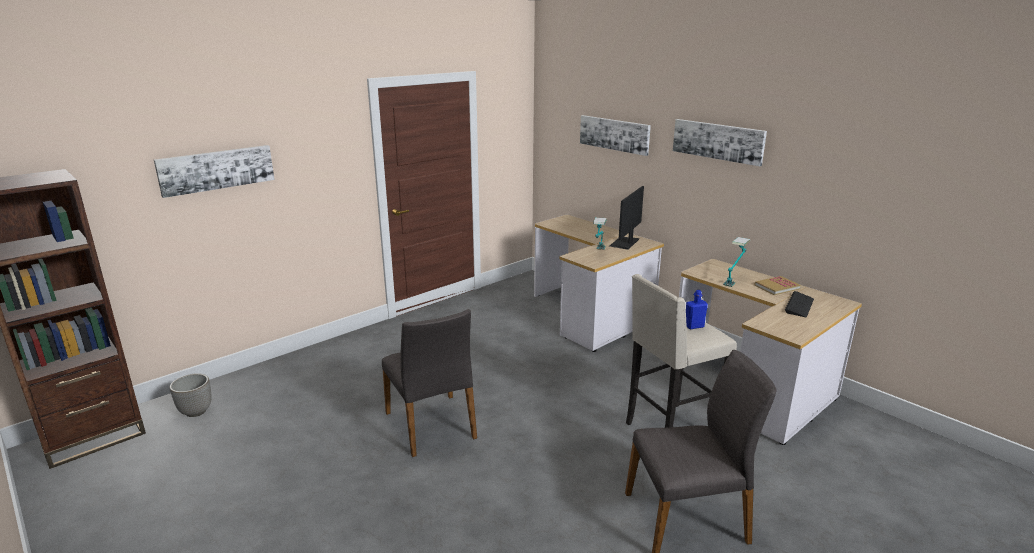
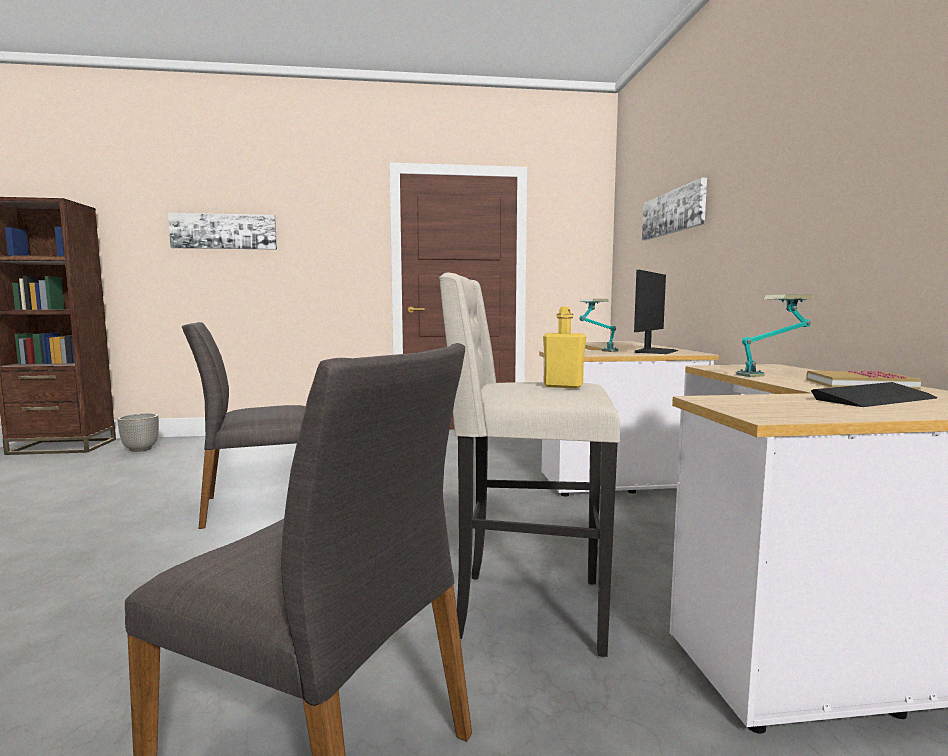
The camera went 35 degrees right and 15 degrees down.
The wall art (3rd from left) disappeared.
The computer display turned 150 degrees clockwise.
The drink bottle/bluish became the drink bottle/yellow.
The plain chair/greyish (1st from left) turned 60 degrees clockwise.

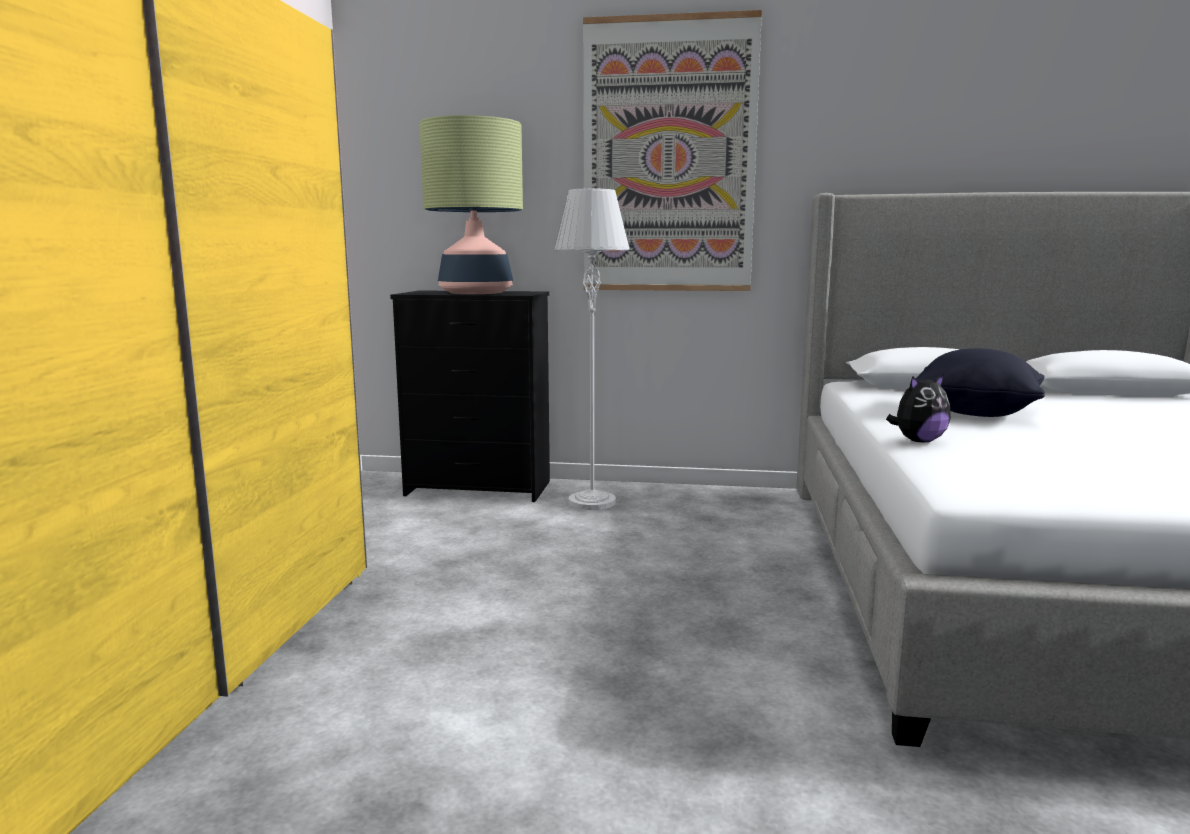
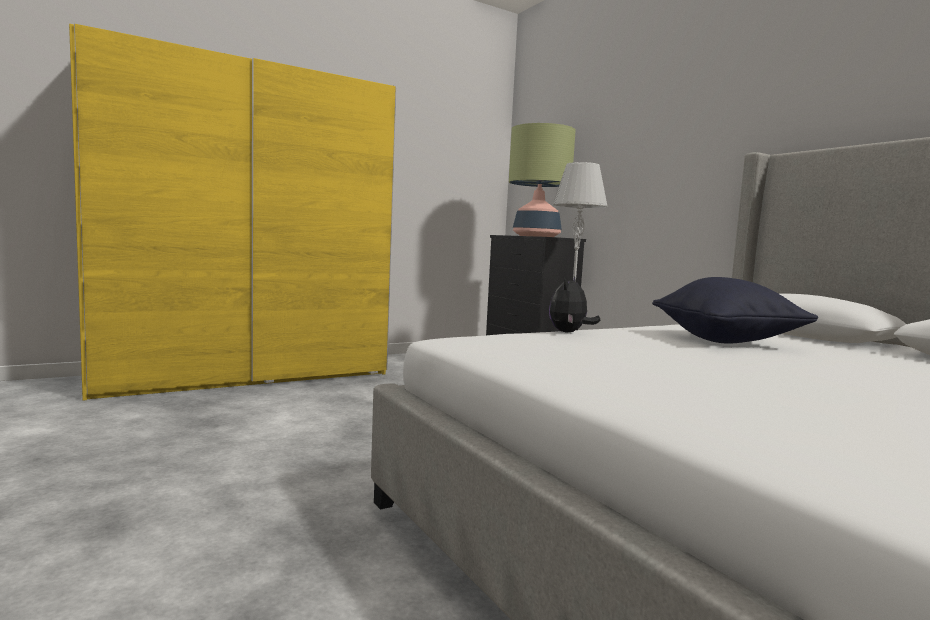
The camera went 50 degrees right and 5 degrees down.
The wall art disappeared.
The soft toy turned 90 degrees clockwise.

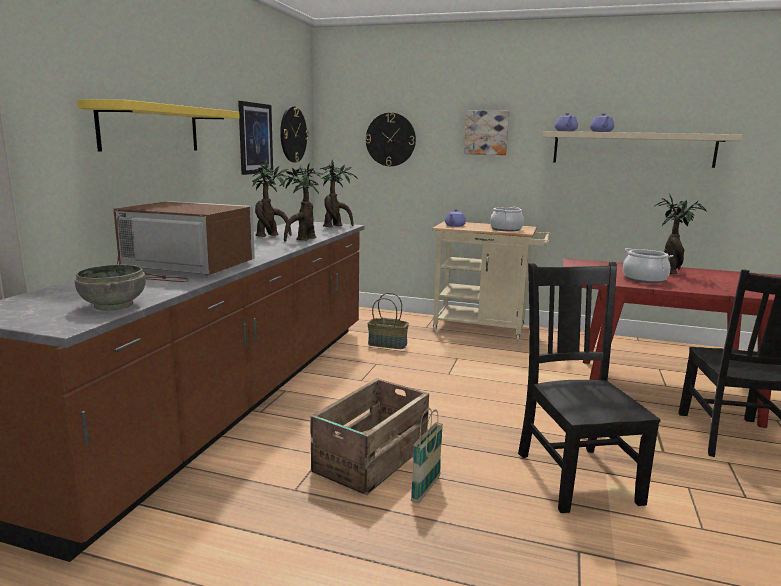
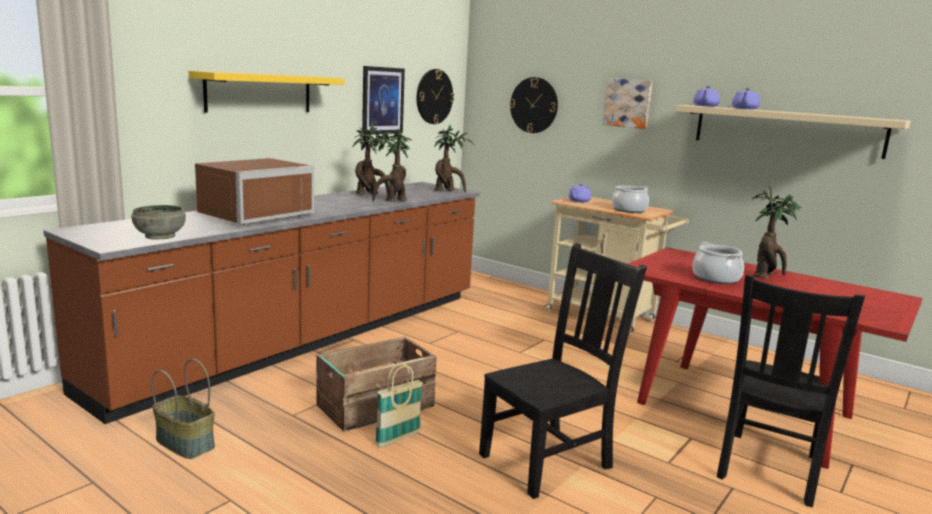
The camera went 20 degrees right and 0 degrees up.
The kitchen microwave/brownish turned 90 degrees clockwise.
The plain chair/black (1st from left) turned 45 degrees clockwise.
The household basket (1st from left) moved.

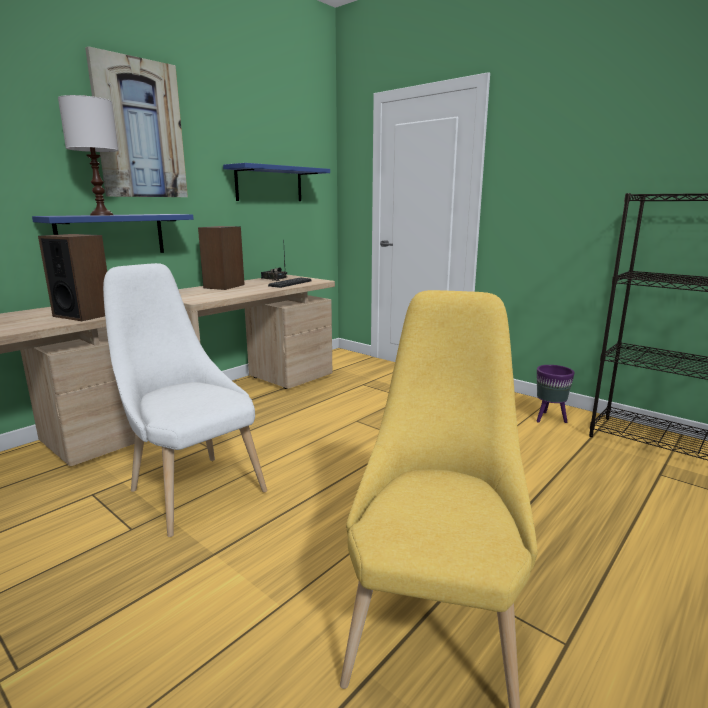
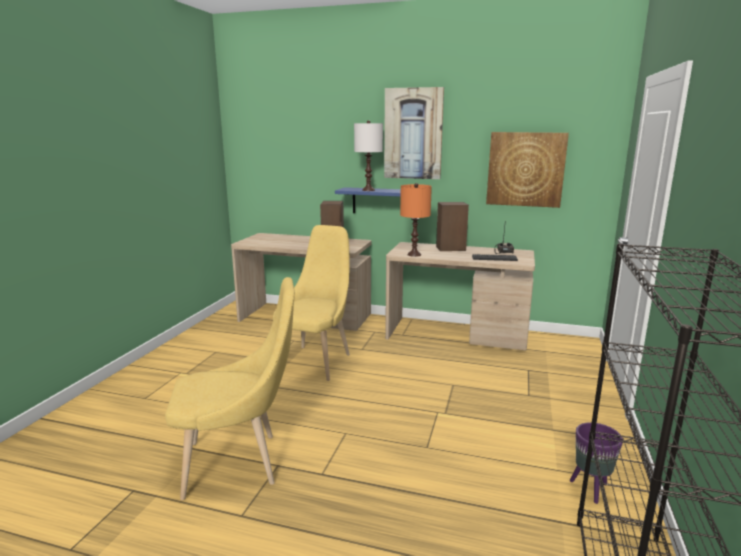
The camera went 65 degrees right and 0 degrees up.
The wall shelf/bluish (2nd from left) was replaced by the wall art (2nd from left).
The plain chair/white-coloured became the plain chair/yellow (2nd from left).
The tabletop lamp/orangey appeared.

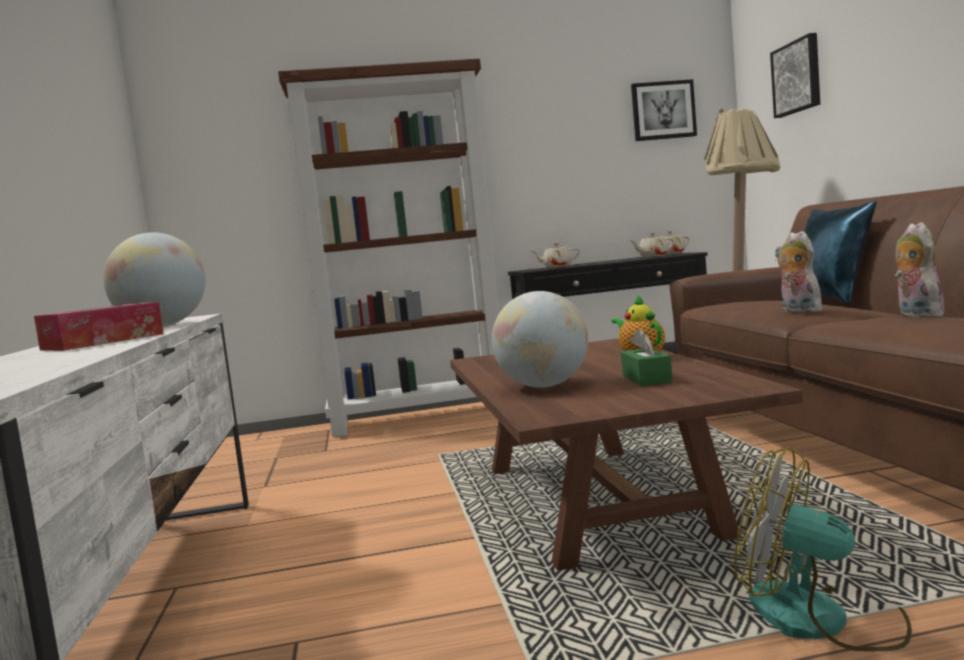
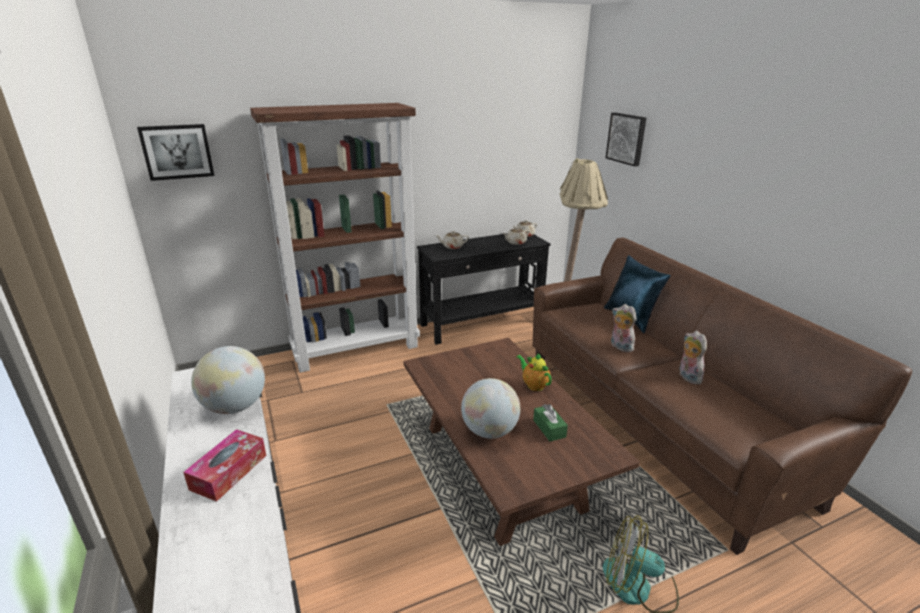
The camera went 15 degrees left and 20 degrees up.
The wall art (1st from left) moved.

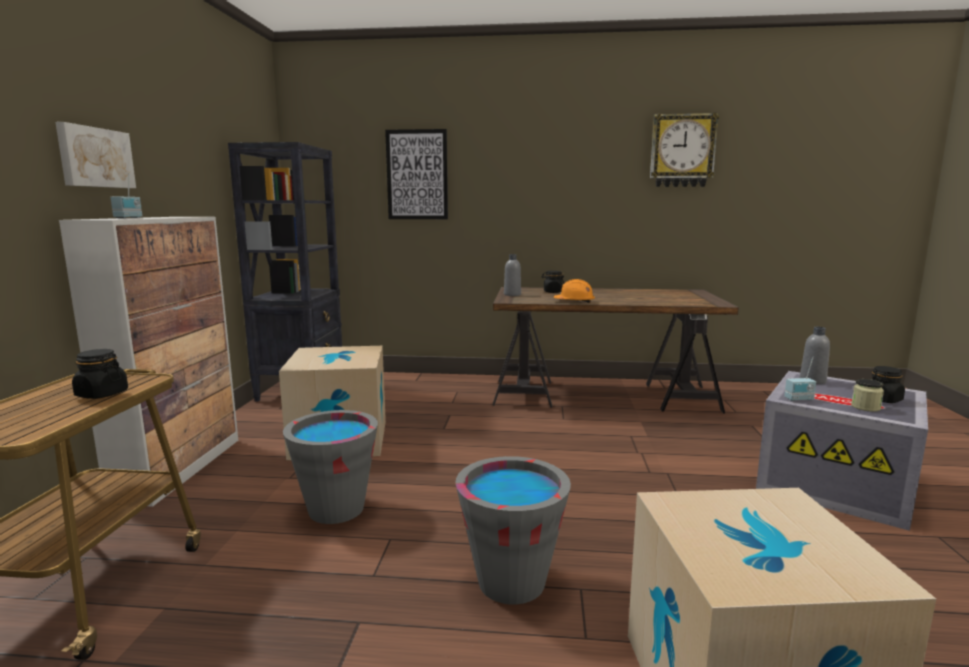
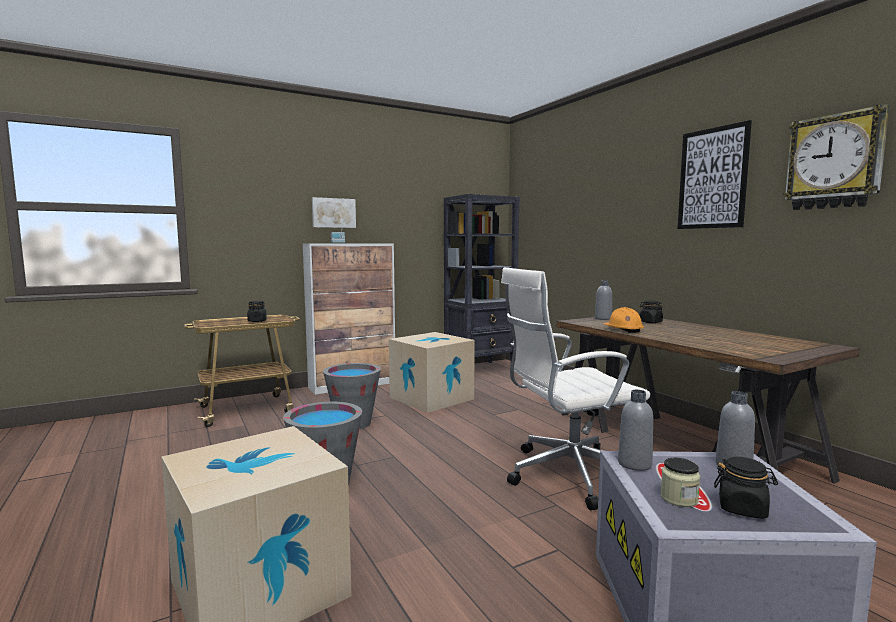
The camera went 55 degrees right and 5 degrees down.
The wall art (2nd from left) moved.
The radio set (2nd from left) was replaced by the drink bottle/greyish (2nd from left).
The office chair/white-coloured appeared.

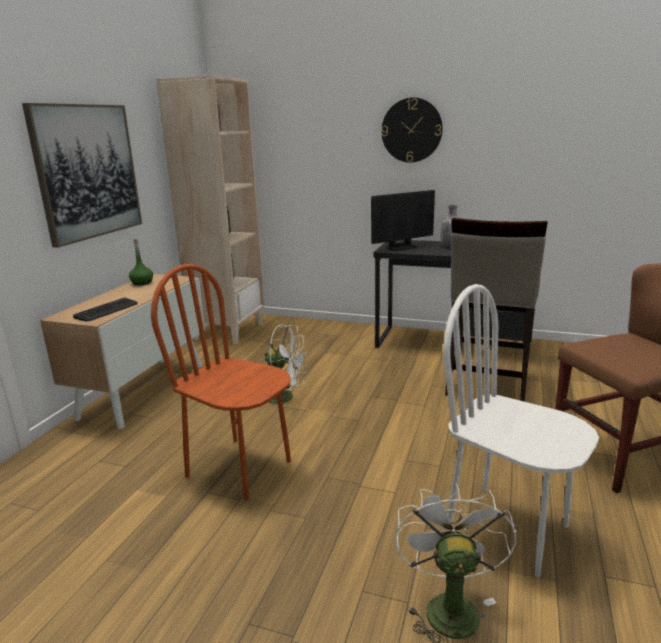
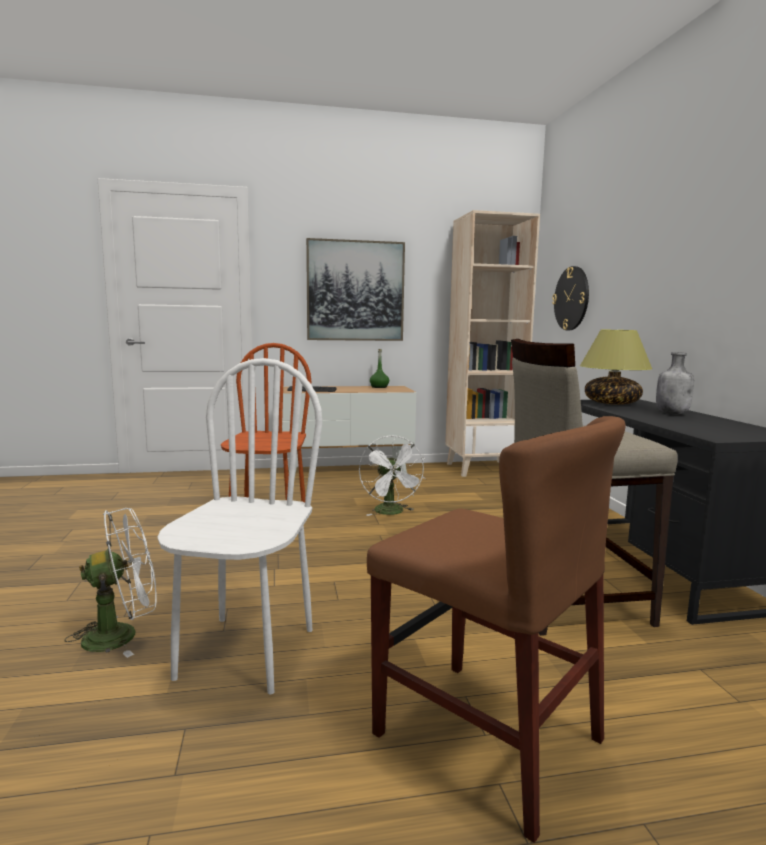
The camera went 60 degrees right and 10 degrees down.
The clock on the wall moved.
The computer display was replaced by the tabletop lamp.

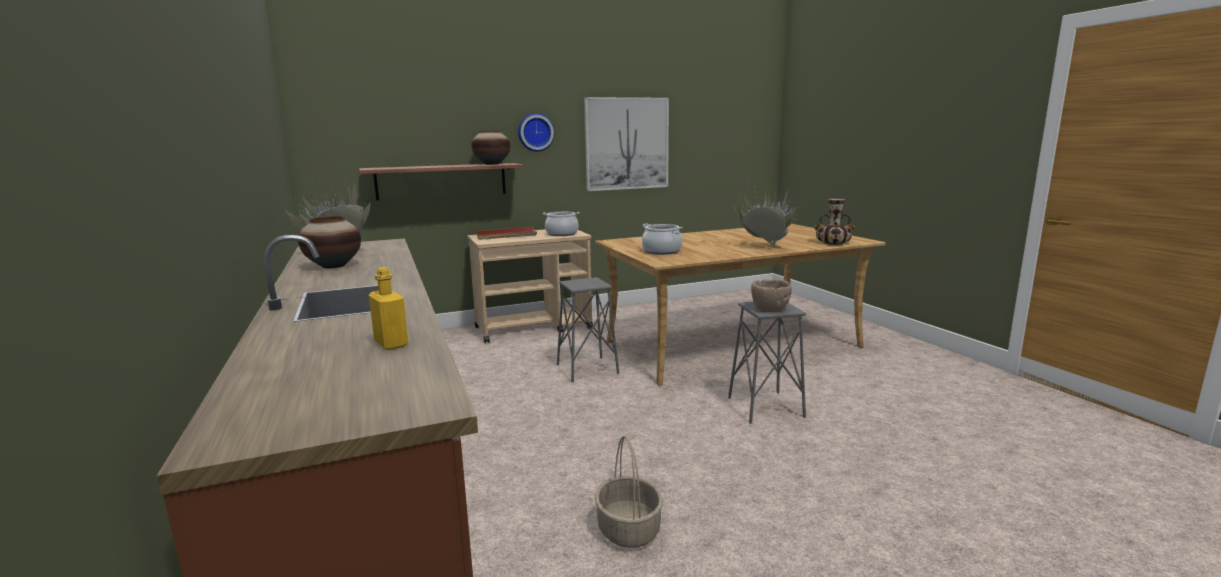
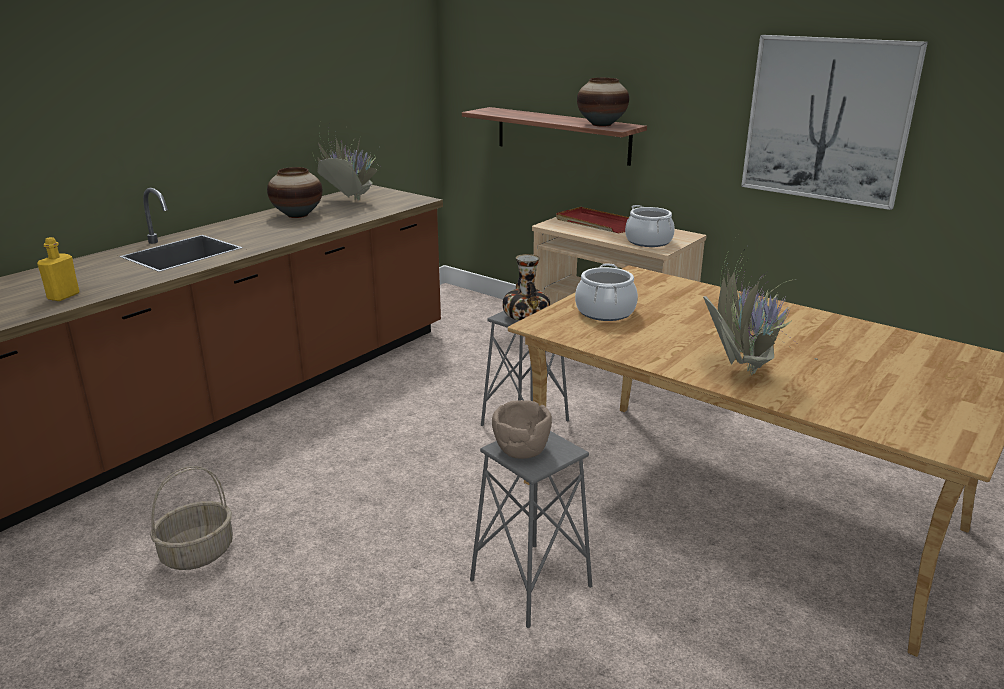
The camera went 60 degrees right and 10 degrees up.
The clock on the wall disappeared.
The flower vase (3rd from left in the first image) moved.

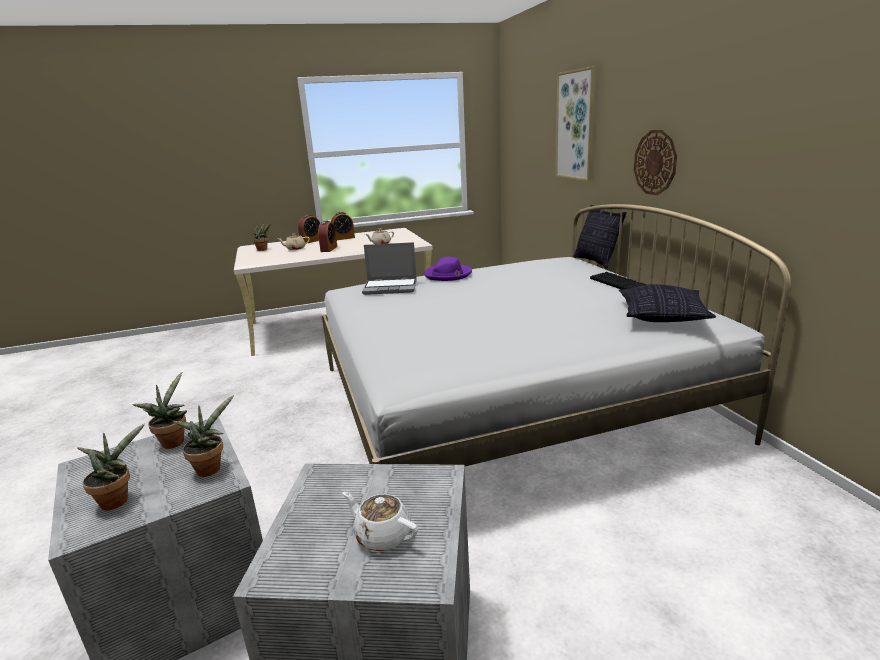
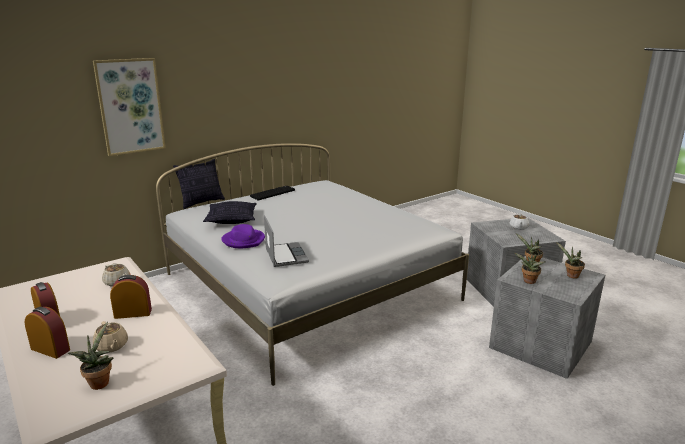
The camera went 110 degrees left and 0 degrees up.
The clock on the wall disappeared.
The pillow (2nd from left) moved.

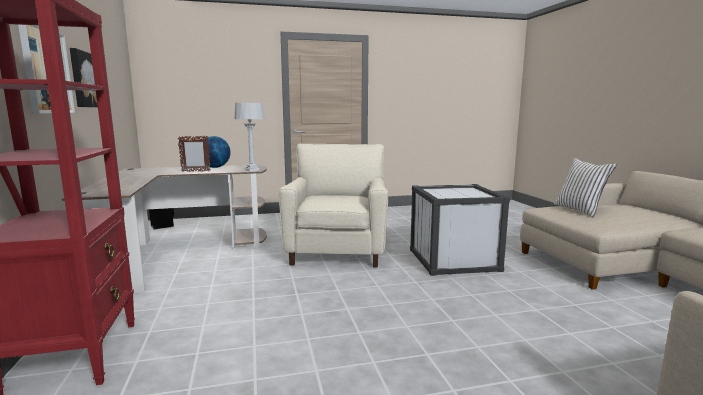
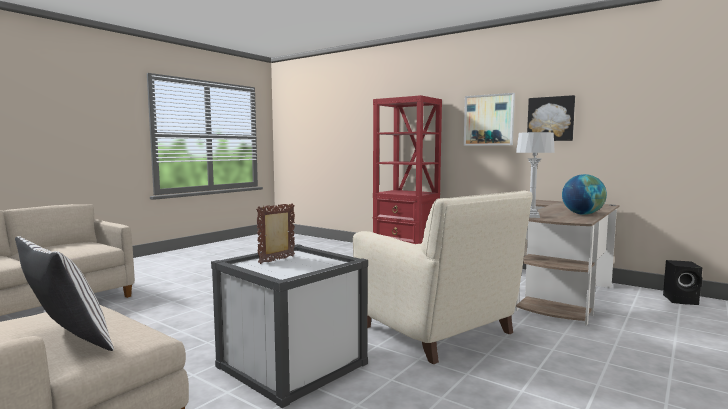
The camera went 140 degrees right and 5 degrees down.
The picture frame moved.

